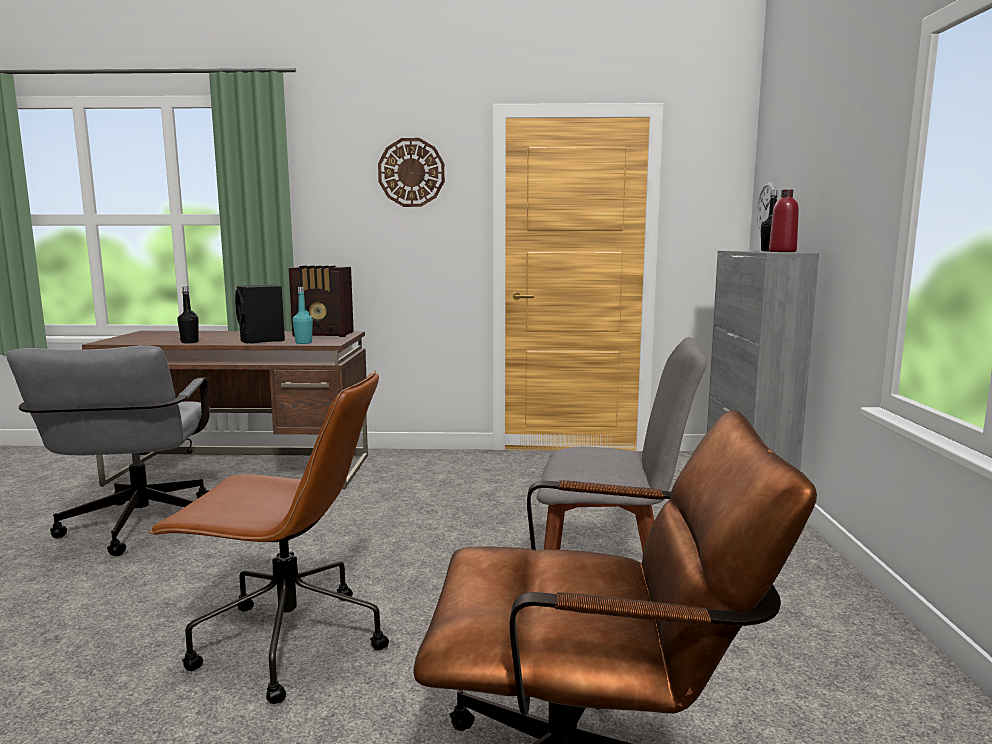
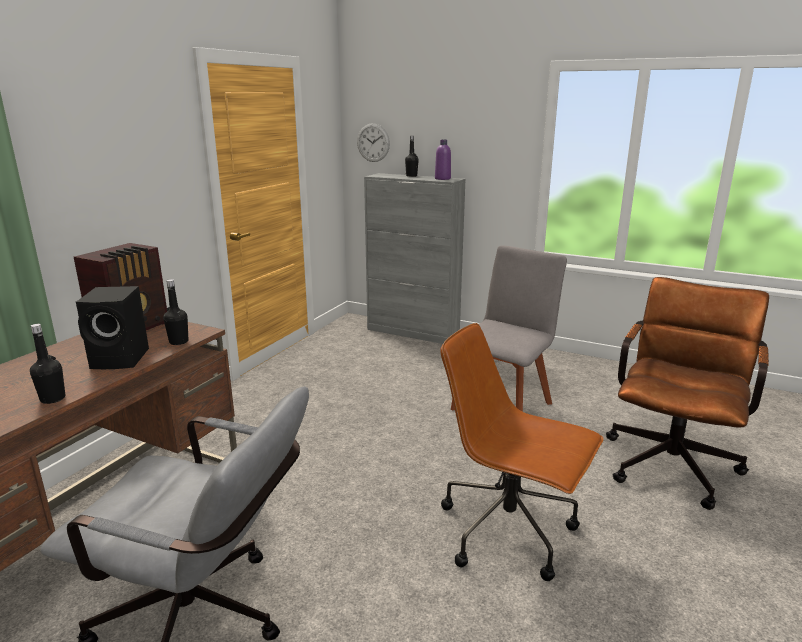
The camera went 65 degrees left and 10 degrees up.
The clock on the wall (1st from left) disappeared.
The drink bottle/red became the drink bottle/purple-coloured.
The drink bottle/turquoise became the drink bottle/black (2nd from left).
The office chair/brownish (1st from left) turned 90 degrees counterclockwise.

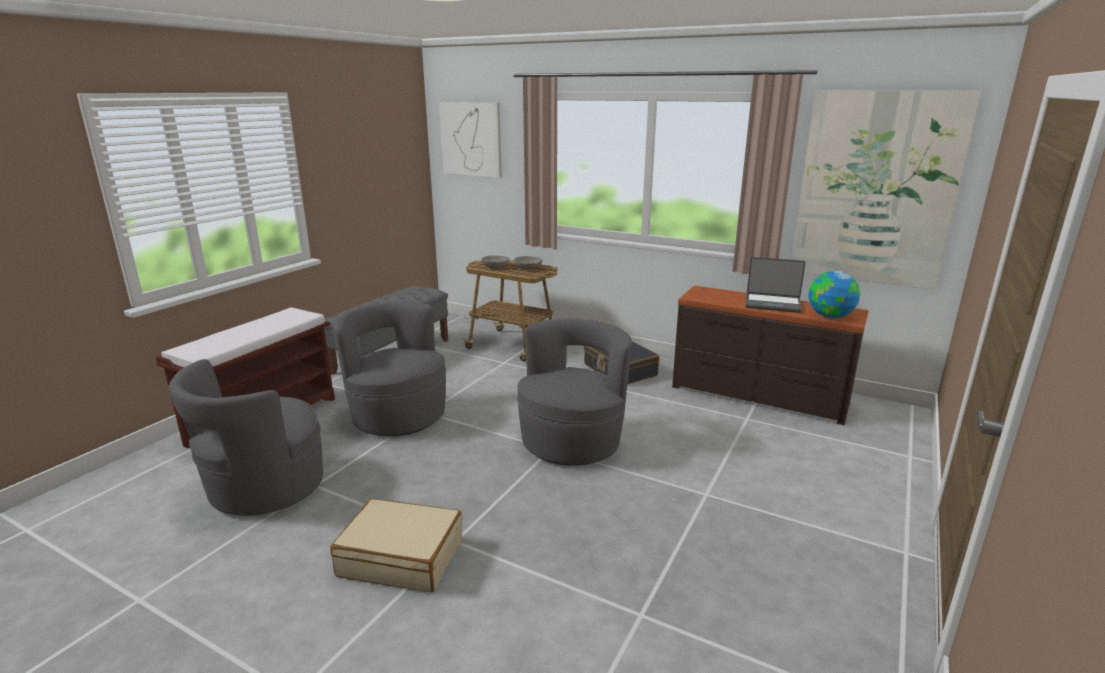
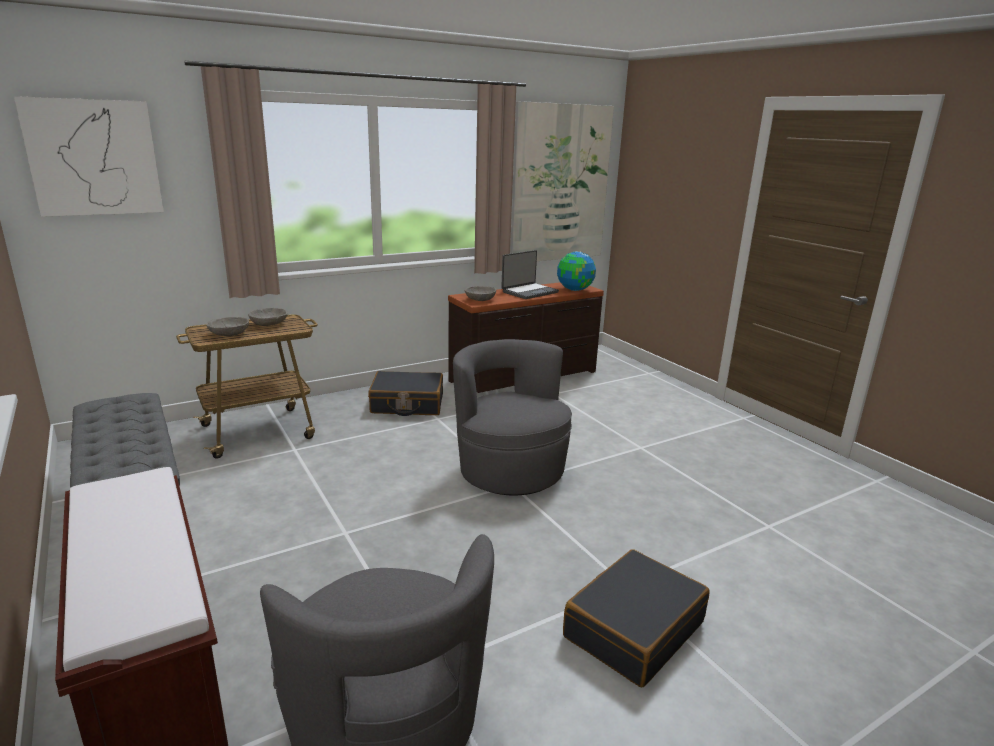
The camera went 60 degrees left and 0 degrees up.
The armchair/greyish (2nd from left) disappeared.
The piece of luggage/beige-coloured became the piece of luggage/black (2nd from left).
The bowl/greyish (3rd from left) appeared.

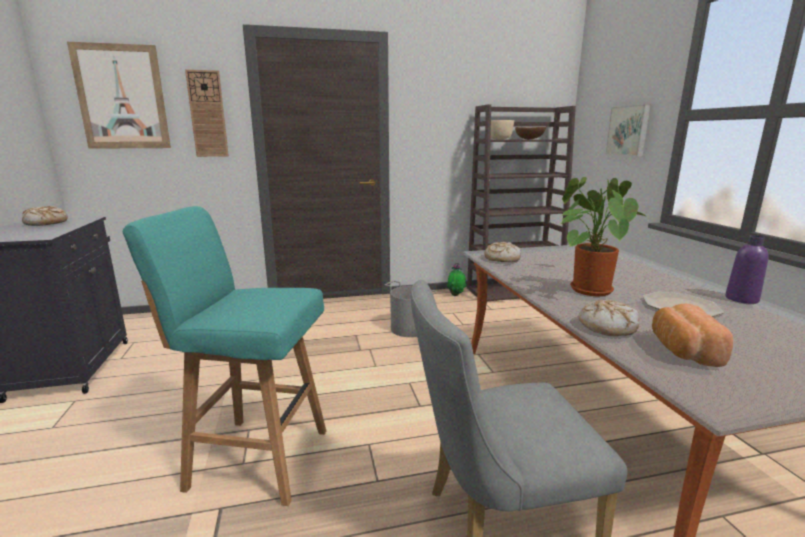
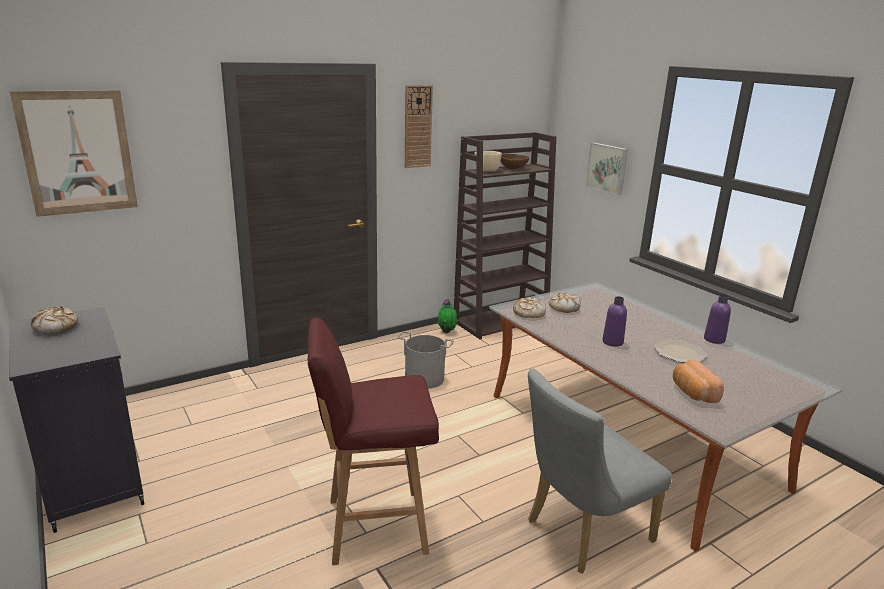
The camera went 20 degrees left and 5 degrees up.
The clock on the wall moved.
The plant in a pot (2nd from left) was replaced by the drink bottle/purple-coloured (1st from left).
The stool seat/turquoise became the stool seat/red.
The bakery bread (3rd from left) moved.

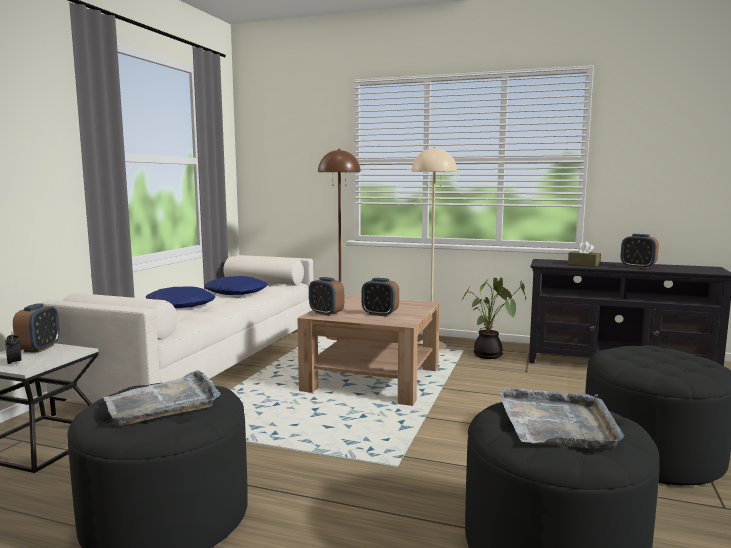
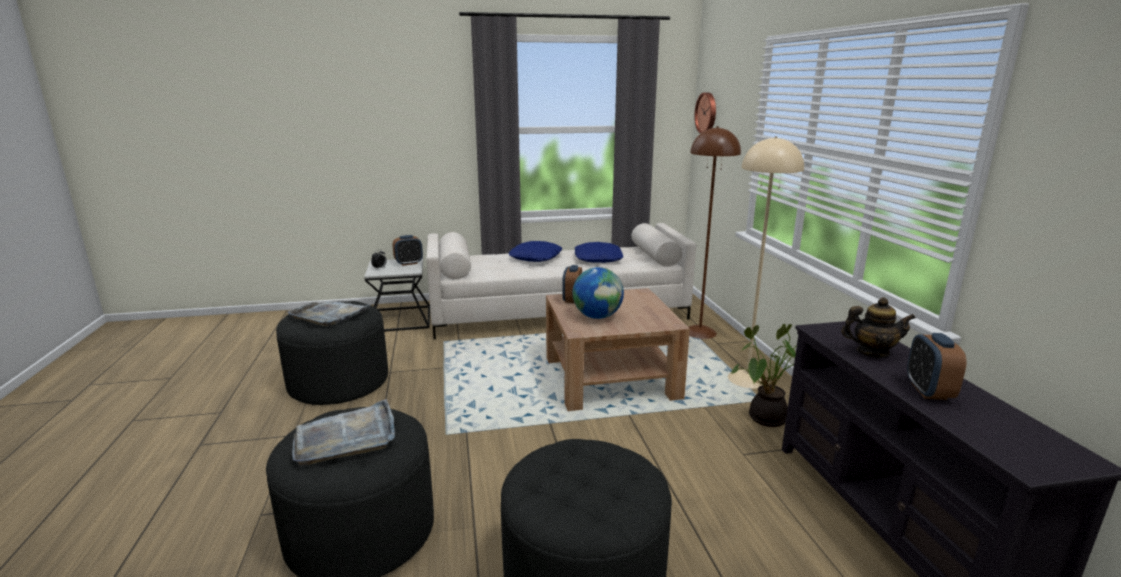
The camera went 60 degrees right and 10 degrees up.
The tissue box/brownish was replaced by the teapot.
The alarm clock (4th from left) was replaced by the desk globe.
The clock on the wall appeared.

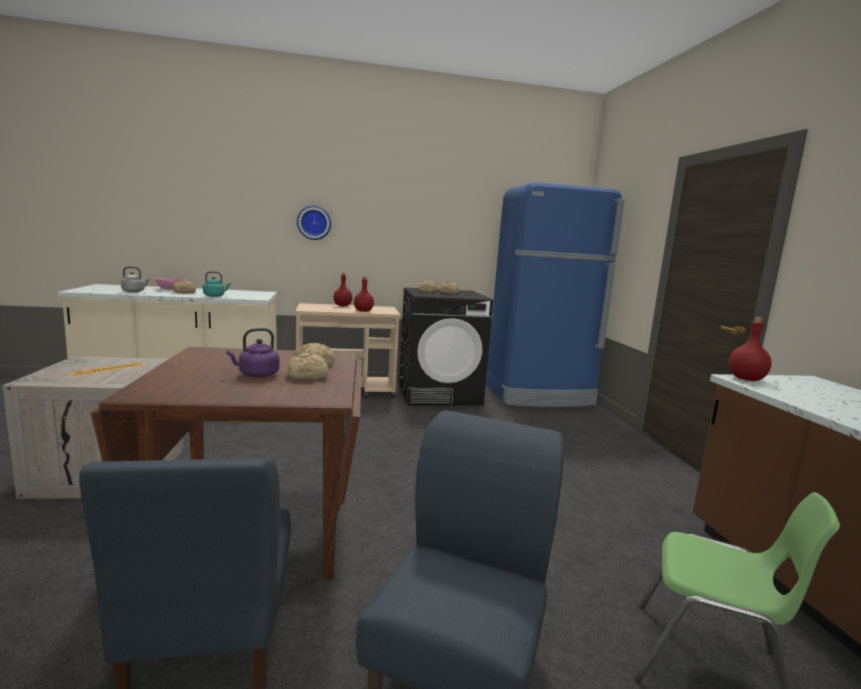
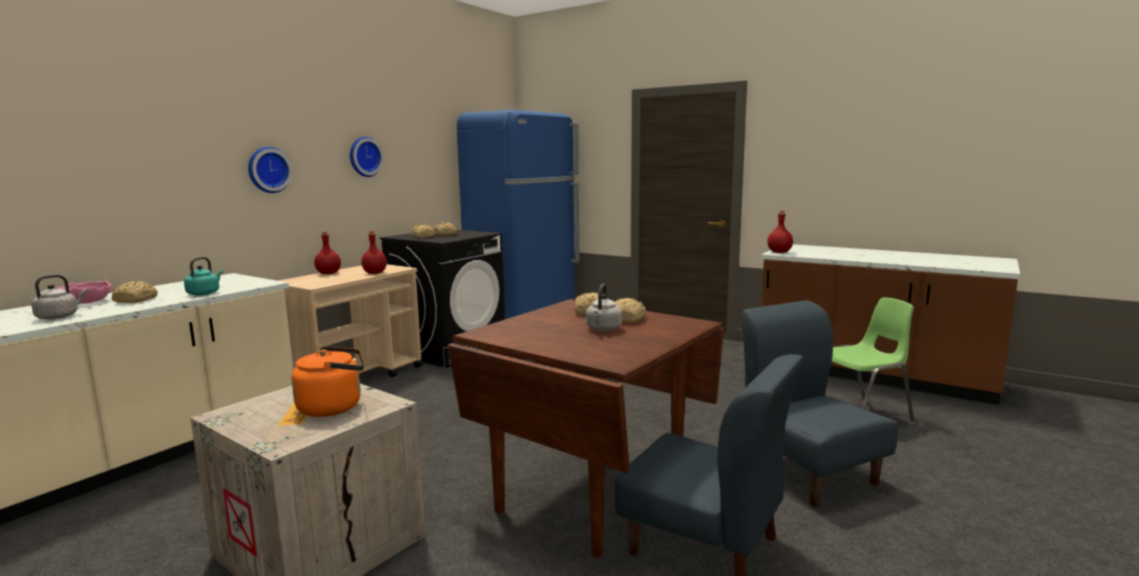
The camera went 45 degrees left and 0 degrees up.
The kettle/purple-coloured became the kettle/greyish (2nd from left).
The clock on the wall (2nd from left) appeared.
The kettle/orangey appeared.

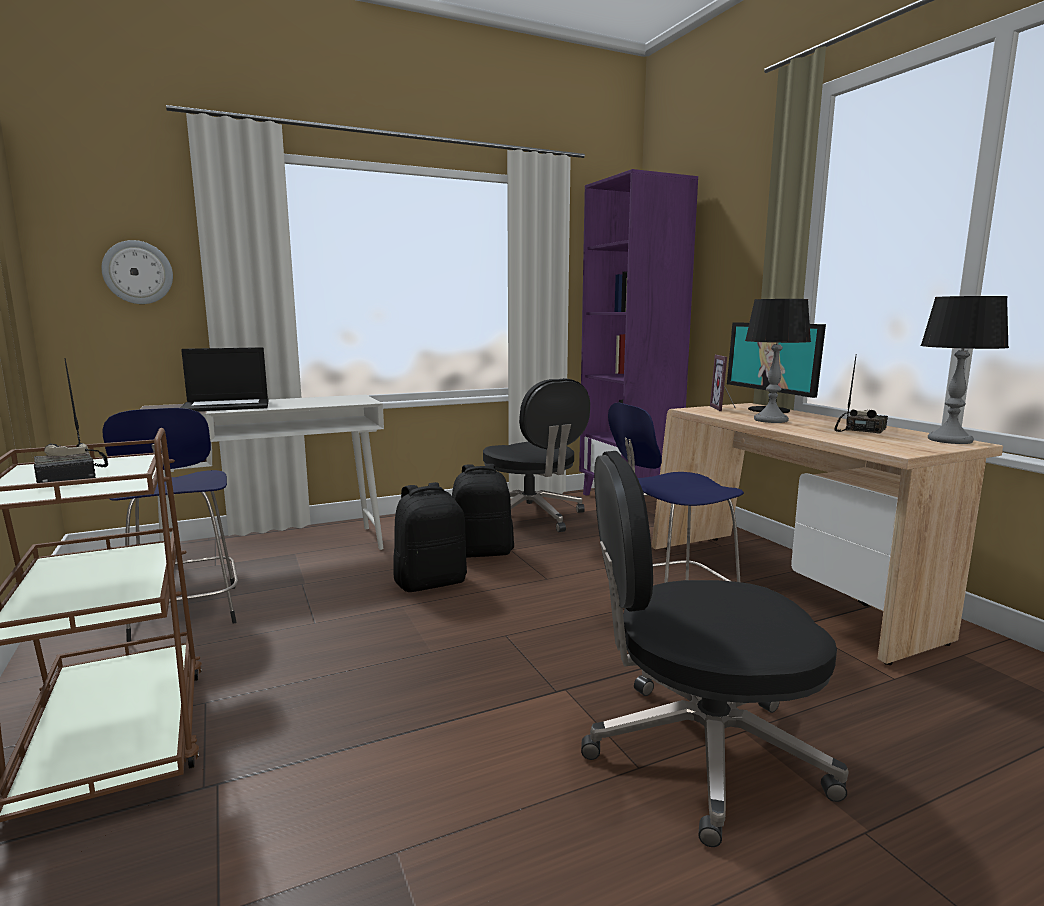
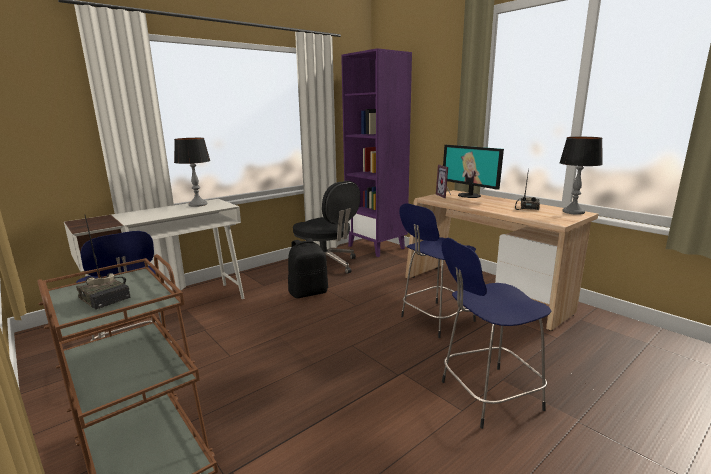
The camera went 15 degrees left and 5 degrees up.
The clock on the wall disappeared.
The tabletop lamp (1st from left) moved.
The laptop disappeared.
The office chair/black (2nd from left) was replaced by the stool seat/bluish (3rd from left).
The backpack/black (1st from left) disappeared.

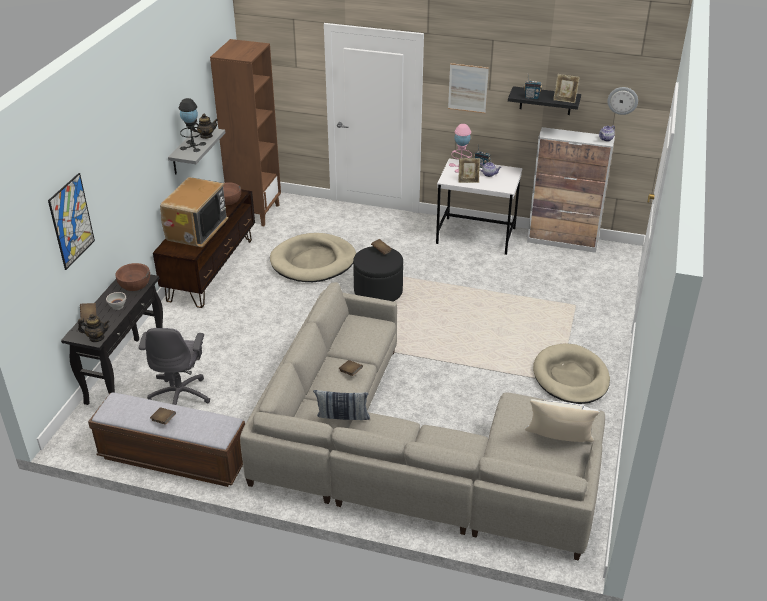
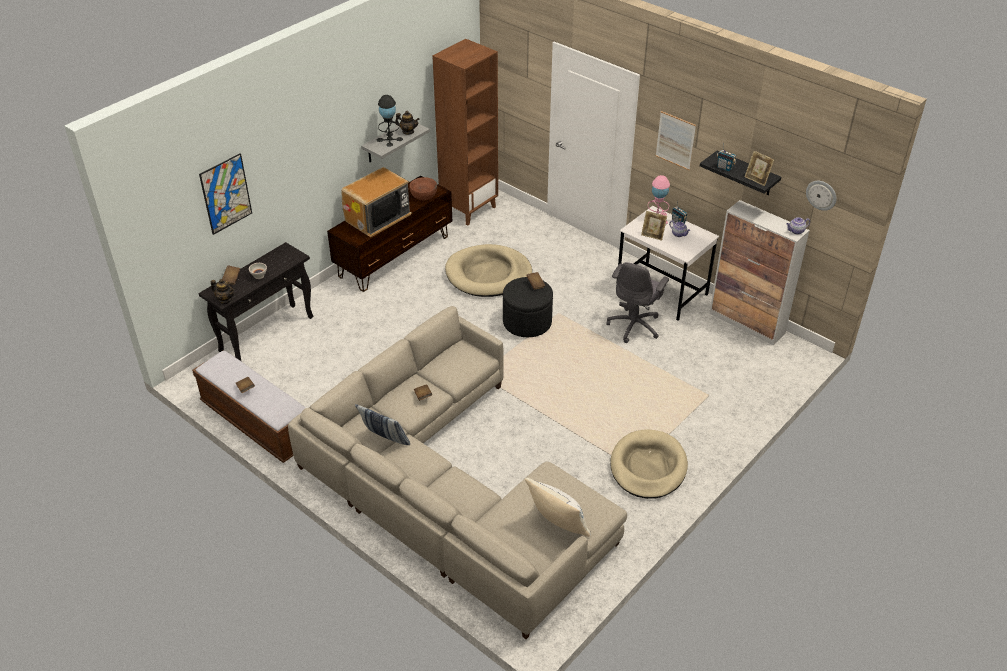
The camera went 25 degrees right and 5 degrees up.
The bowl/brownish (1st from left) disappeared.
The office chair/greyish moved.

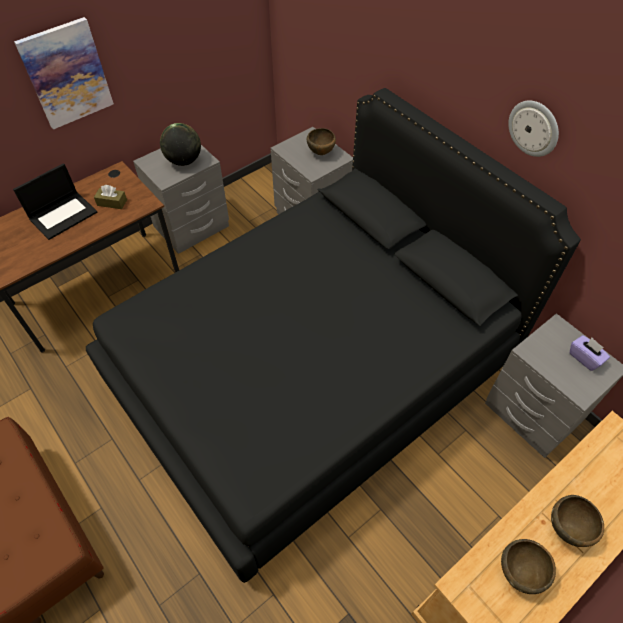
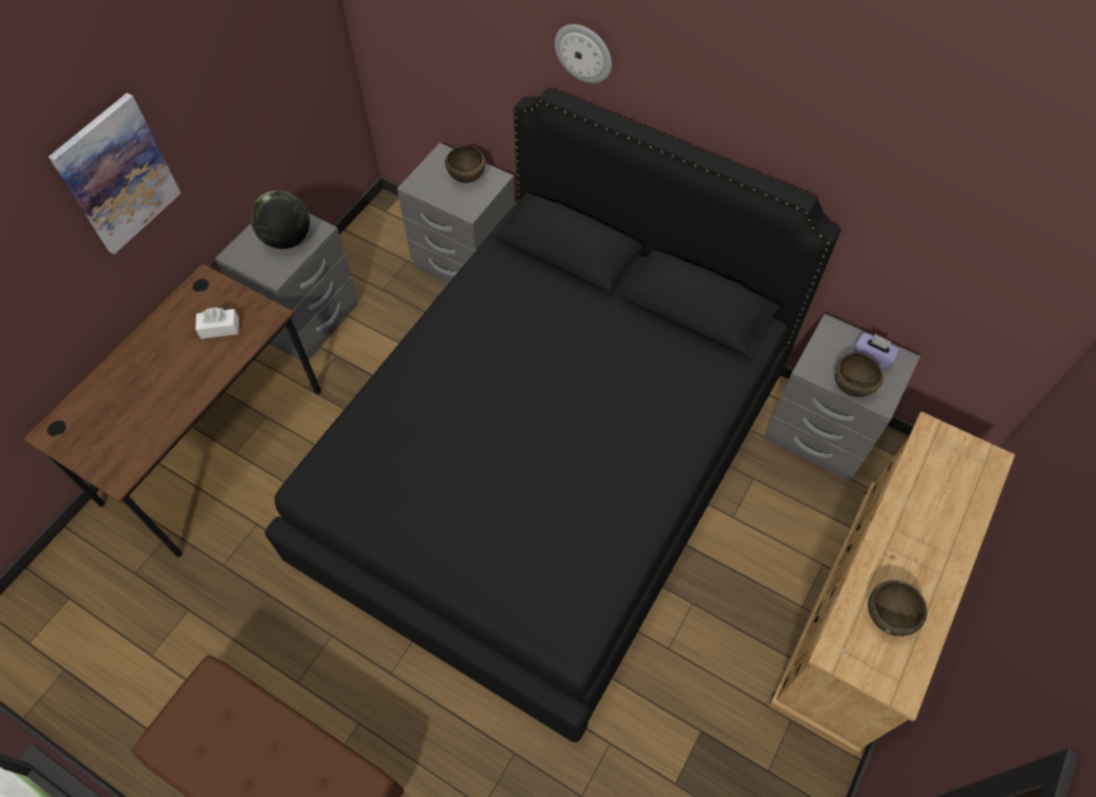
The camera went 20 degrees left and 5 degrees up.
The clock on the wall moved.
The laptop disappeared.
The tissue box/brownish became the tissue box/white-coloured.
The bowl/brownish (3rd from left in the first image) moved.

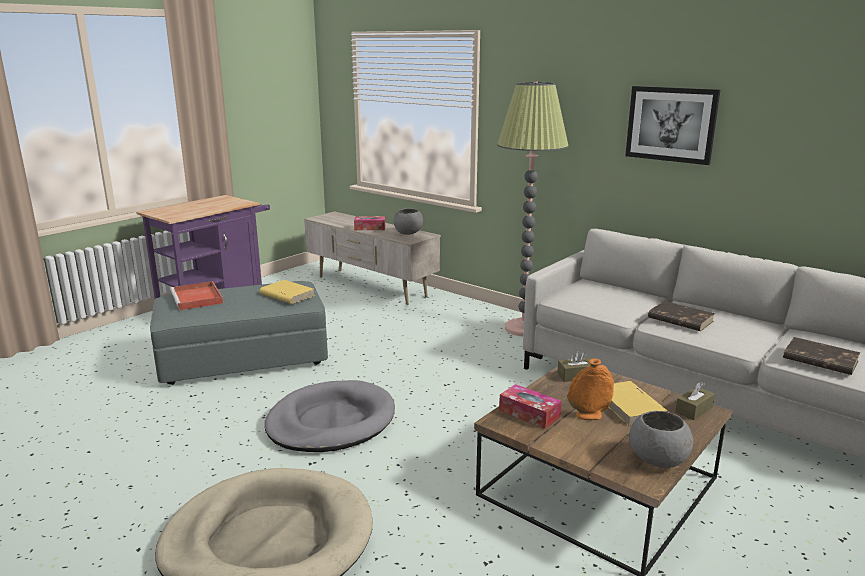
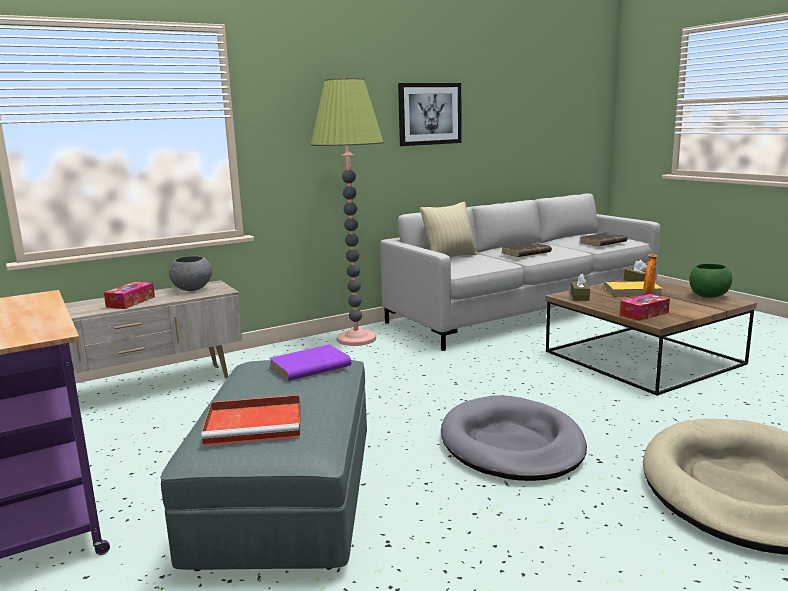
The camera went 70 degrees left and 5 degrees down.
The book/yellow (1st from left) became the book/purple-coloured.
The bowl/greyish (2nd from left) became the bowl/greenish.
The pillow/beige-coloured appeared.

